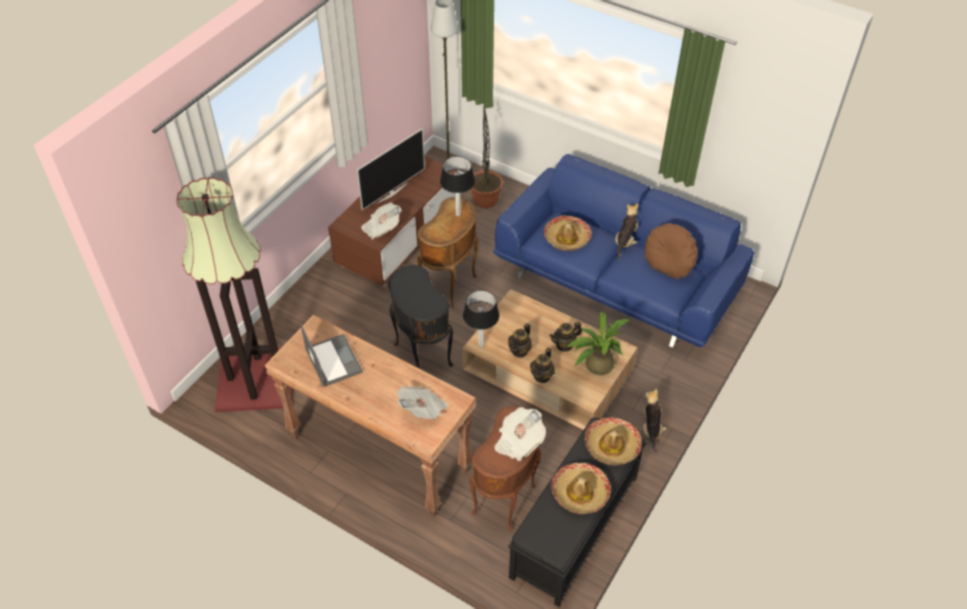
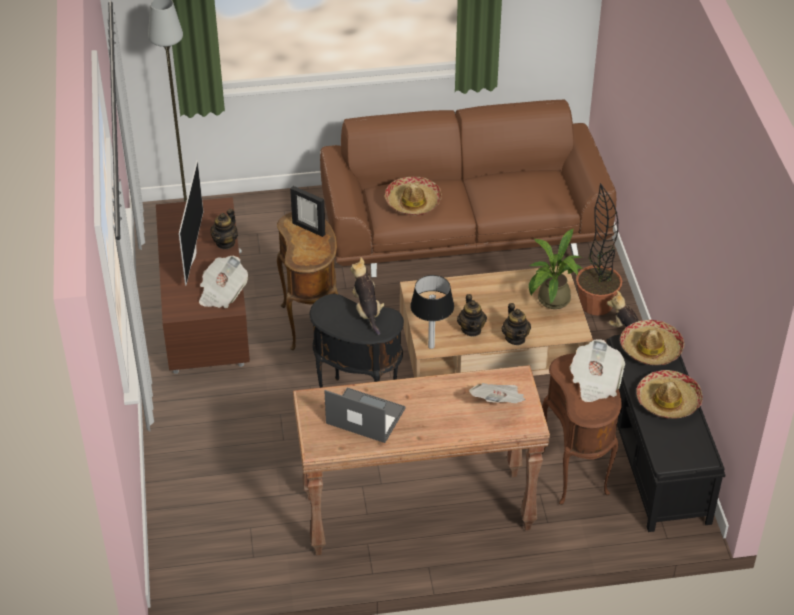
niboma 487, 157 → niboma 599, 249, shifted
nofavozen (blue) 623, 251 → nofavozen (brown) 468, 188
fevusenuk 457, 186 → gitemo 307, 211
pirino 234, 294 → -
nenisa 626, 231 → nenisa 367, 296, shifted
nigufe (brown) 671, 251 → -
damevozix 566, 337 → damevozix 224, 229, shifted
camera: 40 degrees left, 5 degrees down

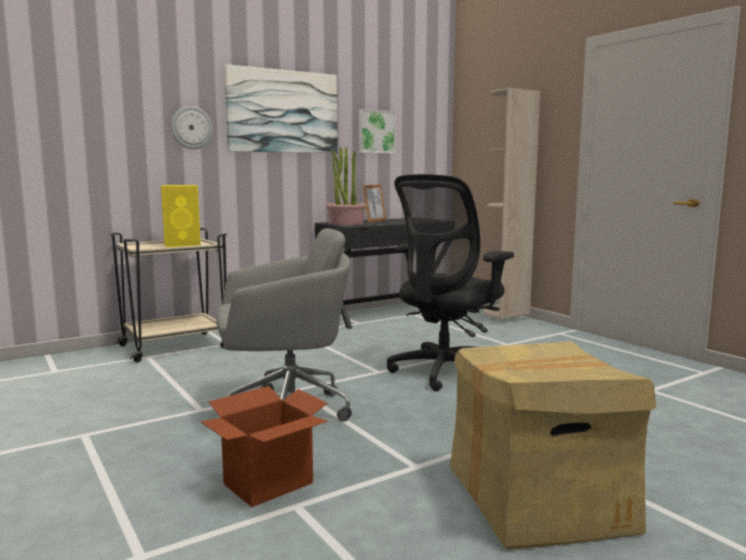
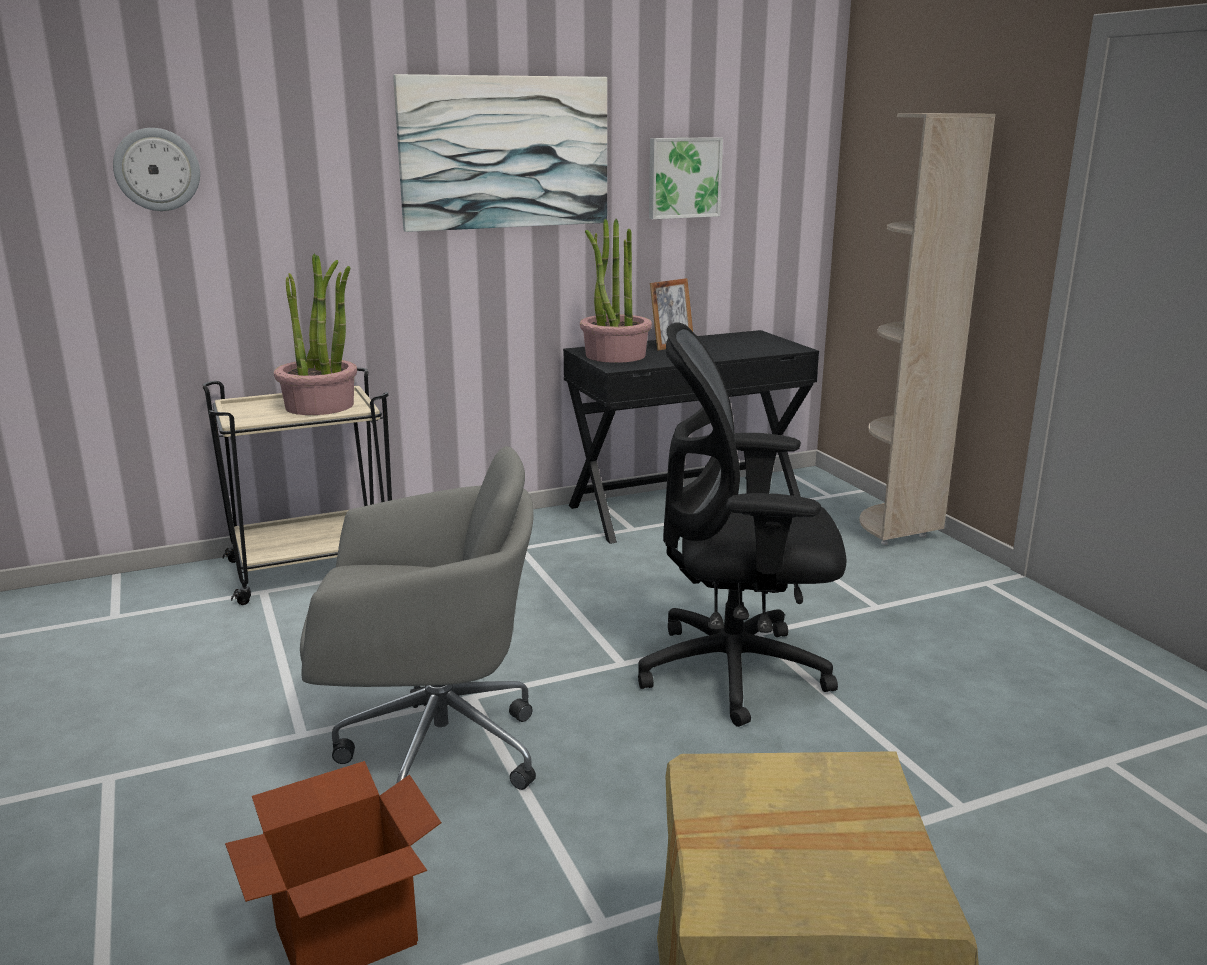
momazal 192, 127 → momazal 156, 169, shifted
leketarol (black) 450, 282 → leketarol (black) 742, 525, 45 degrees clockwise
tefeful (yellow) 181, 216 → niboma 315, 334
camera: 10 degrees right, 10 degrees up

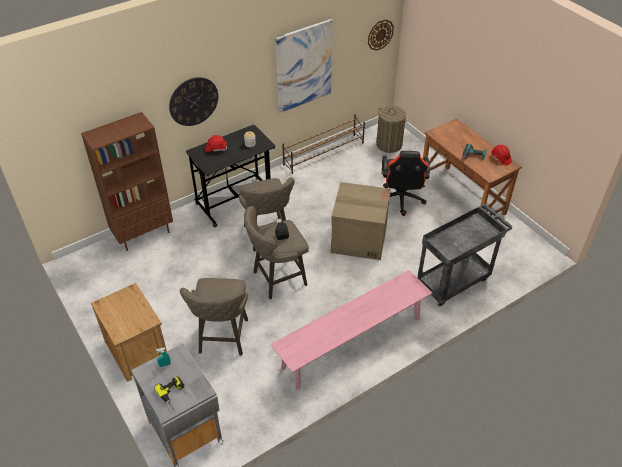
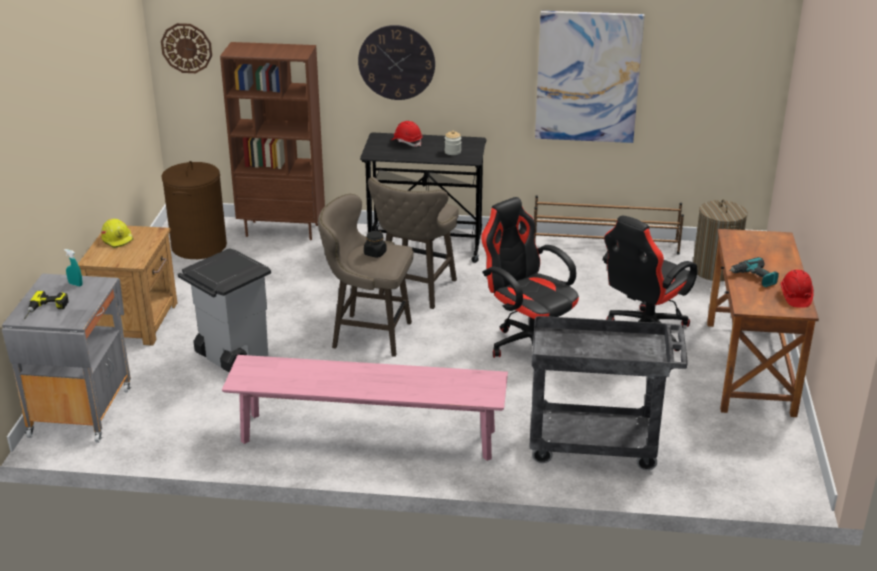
momazal 381, 35 → momazal 186, 48, shifted
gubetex 360, 221 → leketarol (black) 530, 277
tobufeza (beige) 214, 316 → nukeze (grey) 224, 310
- → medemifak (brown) 194, 210
- → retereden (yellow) 117, 233
camera: 40 degrees right, 15 degrees down

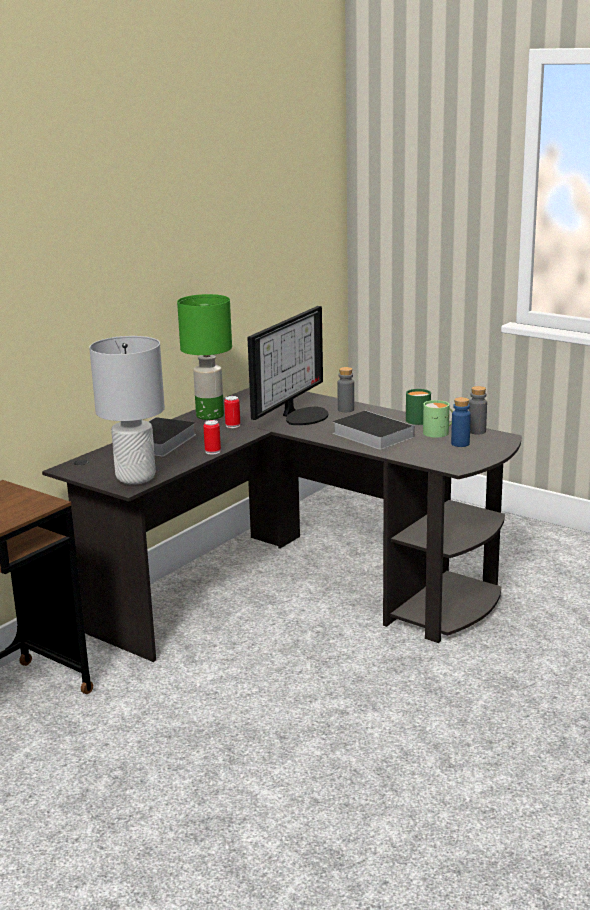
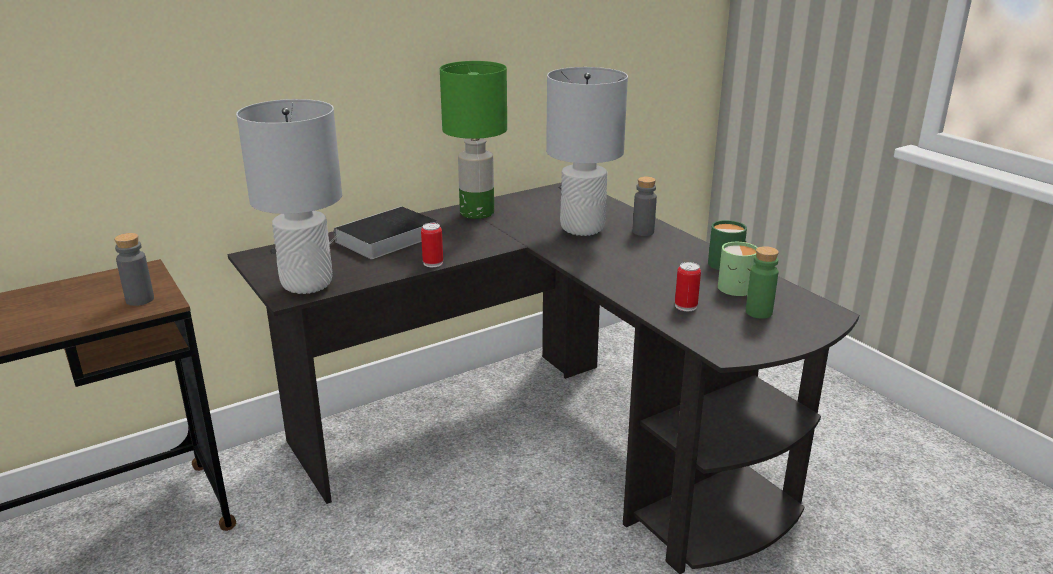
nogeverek 288, 365 → fevusenuk (grey) 587, 151
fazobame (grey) 478, 410 → fazobame (grey) 134, 269, shifted
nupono 232, 412 → nupono 688, 286, shifted
fazobame (blue) 461, 422 → fazobame (green) 762, 282
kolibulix 373, 430 → -
camera: 20 degrees right, 5 degrees up

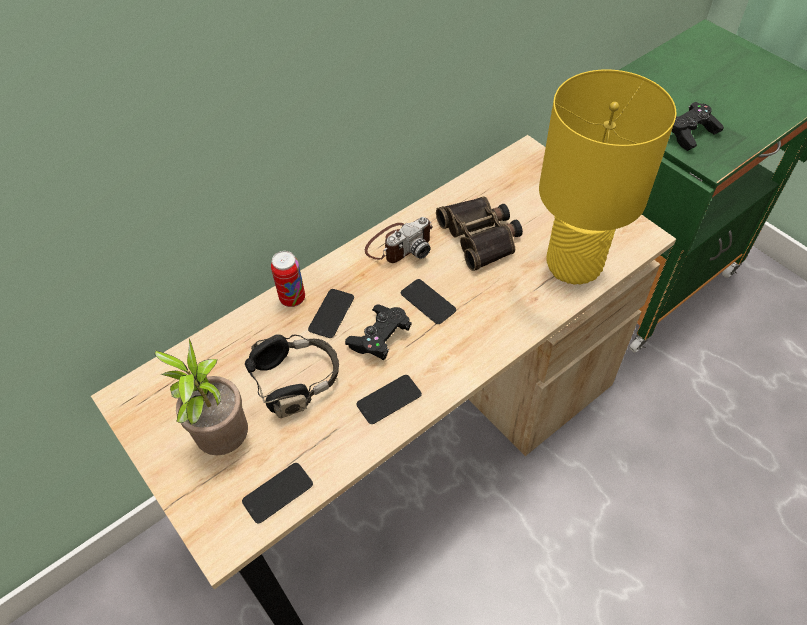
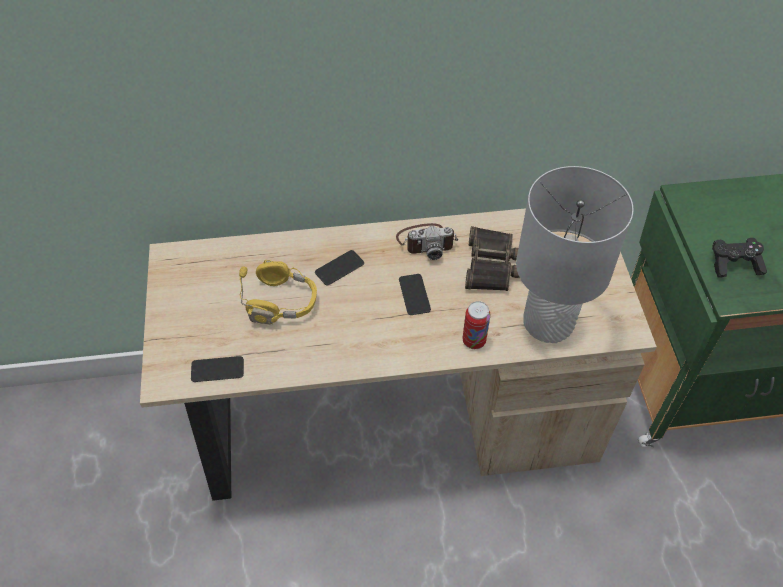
fevusenuk (yellow) 607, 177 → fevusenuk (grey) 574, 254
nupono 288, 279 → nupono 476, 325, shifted
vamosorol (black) 378, 332 → -
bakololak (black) 292, 376 → bakololak (yellow) 278, 292
niboma 201, 397 → -
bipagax 389, 399 → -
camera: 30 degrees right, 0 degrees up

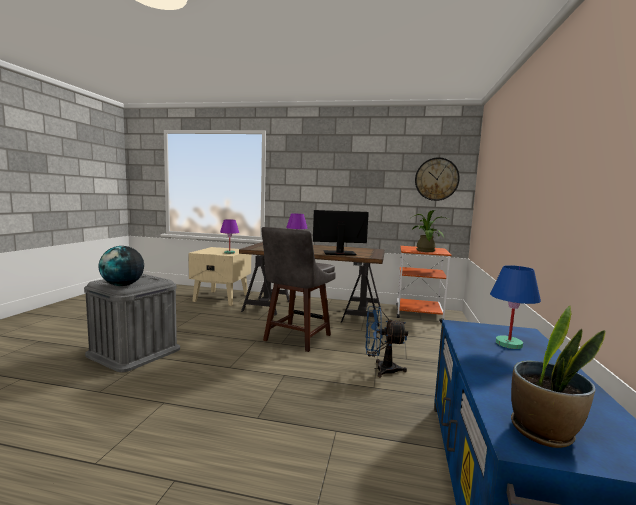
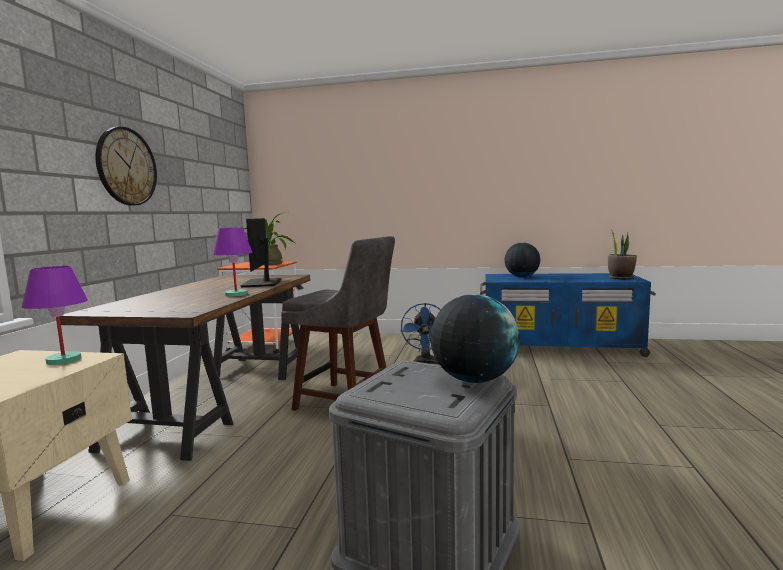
momazal 437, 179 → momazal 126, 166, shifted
fevusenuk (blue) 515, 307 → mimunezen 522, 260
camera: 90 degrees left, 0 degrees up

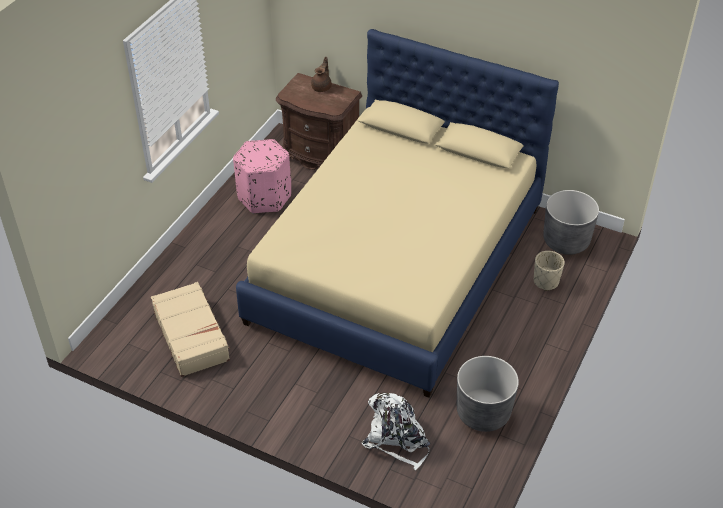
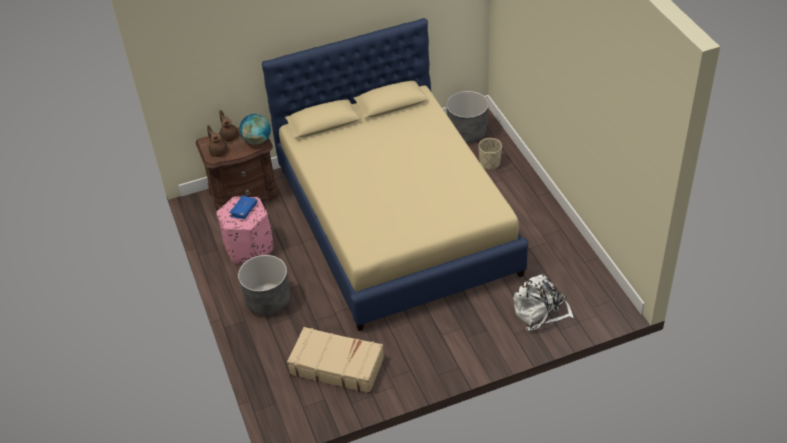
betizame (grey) 488, 394 → betizame (grey) 264, 285, shifted
- → mimunezen 255, 129
- → damevozix (brown) 217, 141
- → kolibulix (blue) 243, 207
camera: 45 degrees left, 0 degrees up

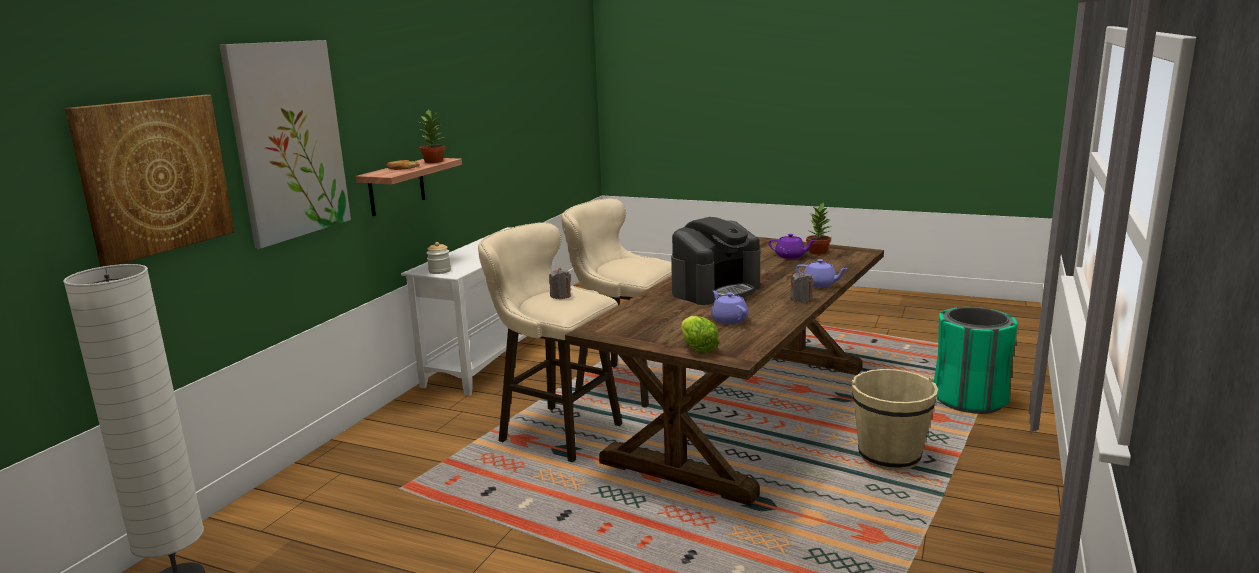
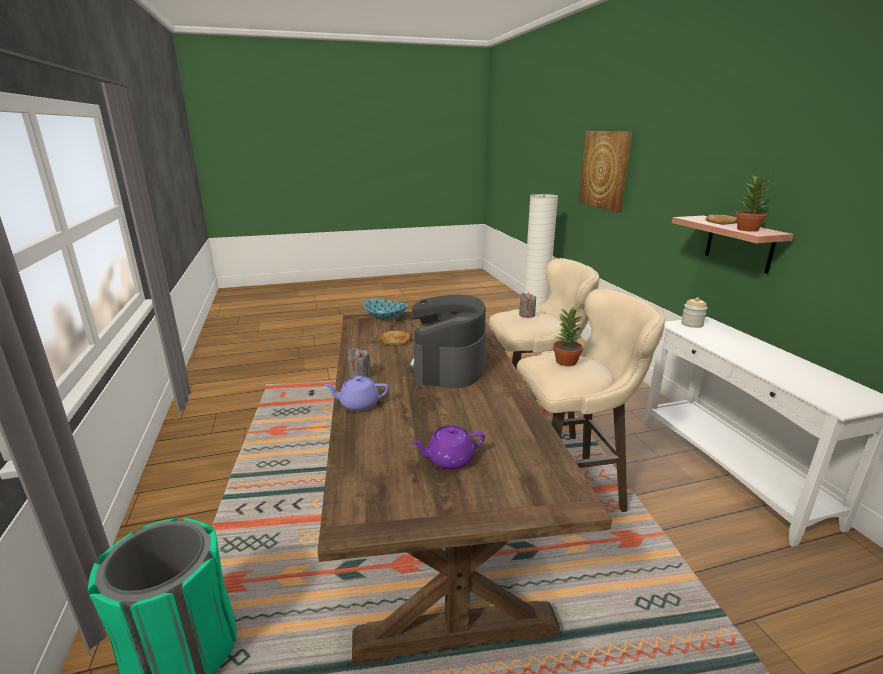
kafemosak 285, 144 → -
niboma 818, 228 → niboma 568, 335, shifted
damevozix (purple) 730, 308 → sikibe 394, 338
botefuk 700, 334 → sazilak 385, 310
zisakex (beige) 894, 419 → -
camera: 140 degrees right, 5 degrees up

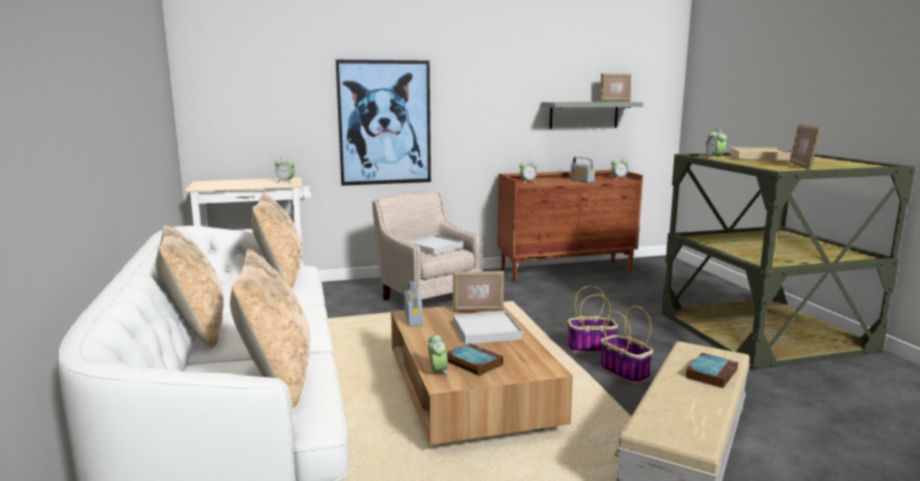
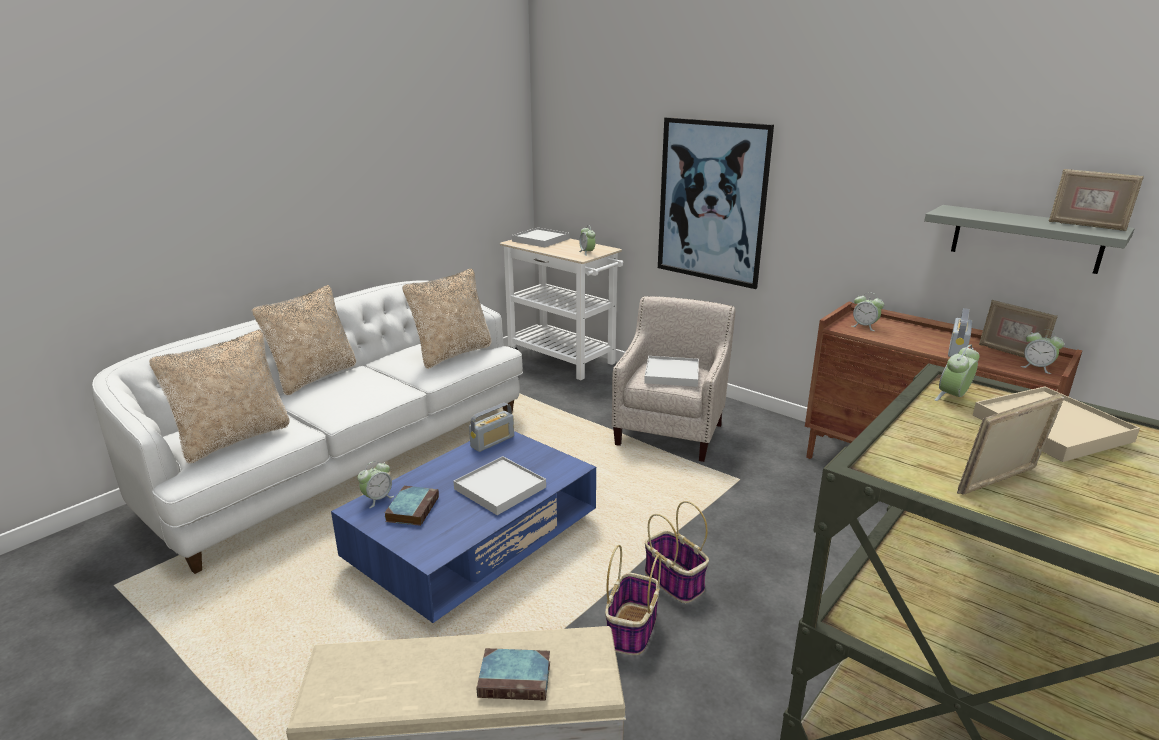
gitemo 478, 291 → gitemo 1018, 329, shifted
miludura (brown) 482, 375 → miludura (blue) 463, 527
- → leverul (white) 541, 237
camera: 55 degrees right, 10 degrees up

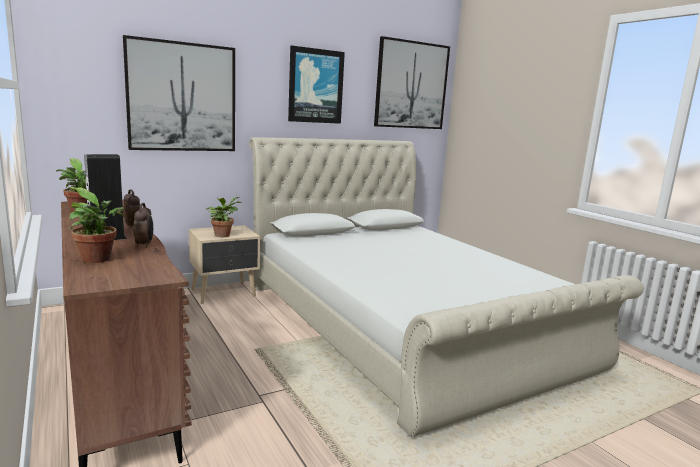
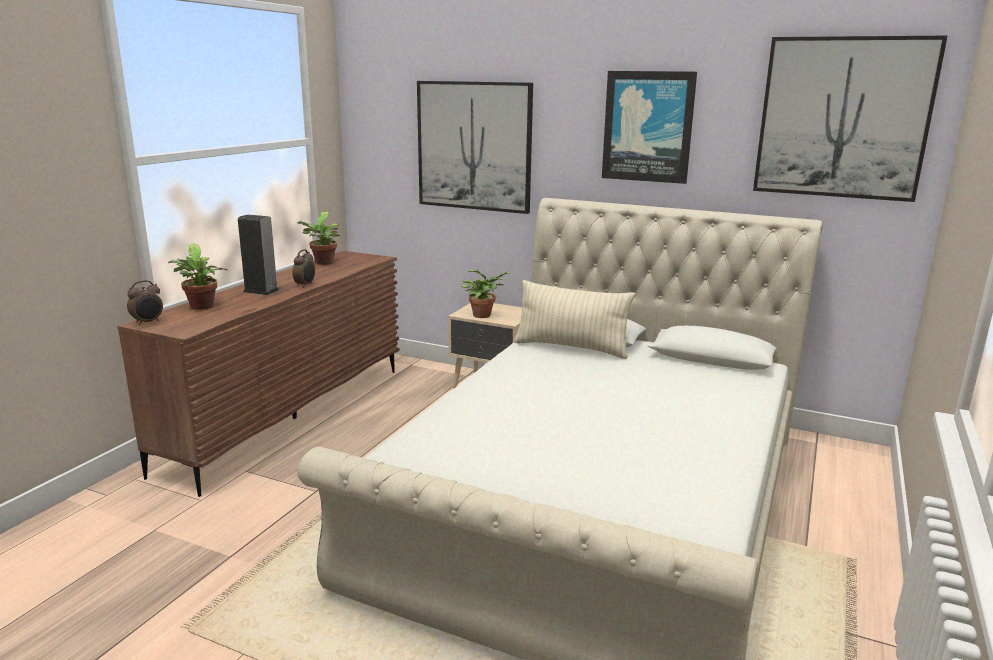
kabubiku 143, 225 → kabubiku 145, 302, shifted
- → nigufe (beige) 574, 319
camera: 55 degrees right, 5 degrees up

